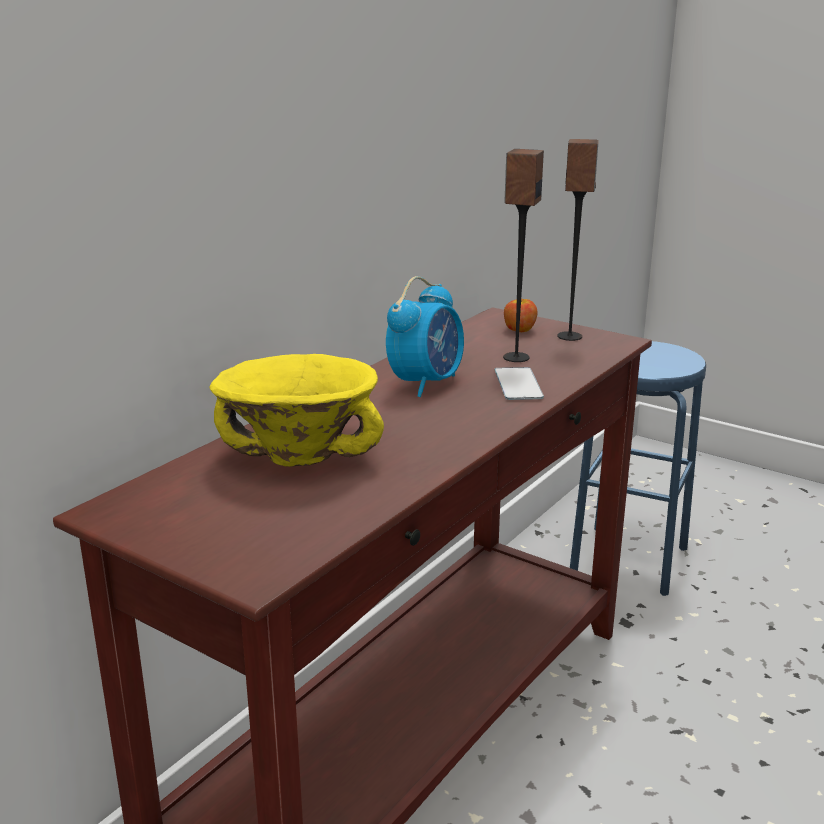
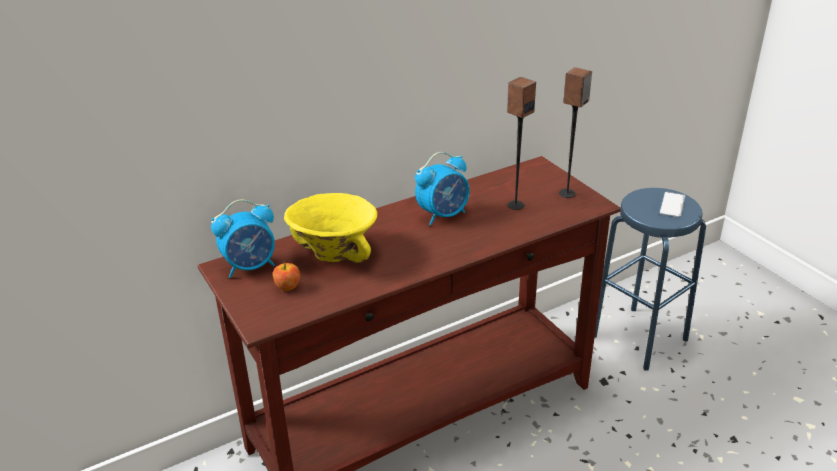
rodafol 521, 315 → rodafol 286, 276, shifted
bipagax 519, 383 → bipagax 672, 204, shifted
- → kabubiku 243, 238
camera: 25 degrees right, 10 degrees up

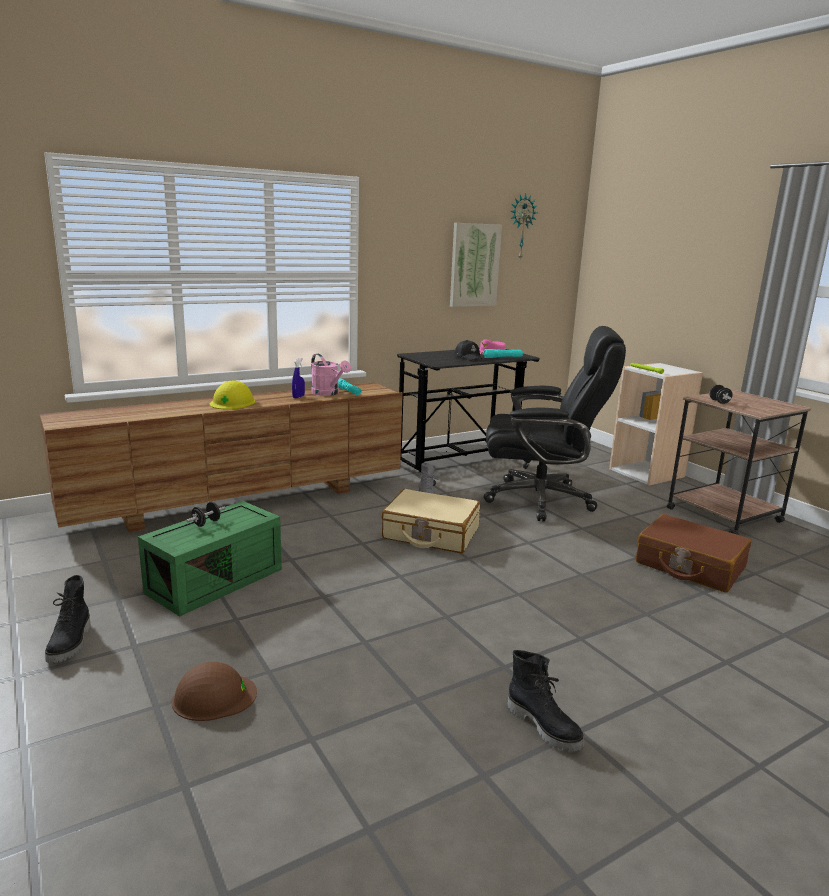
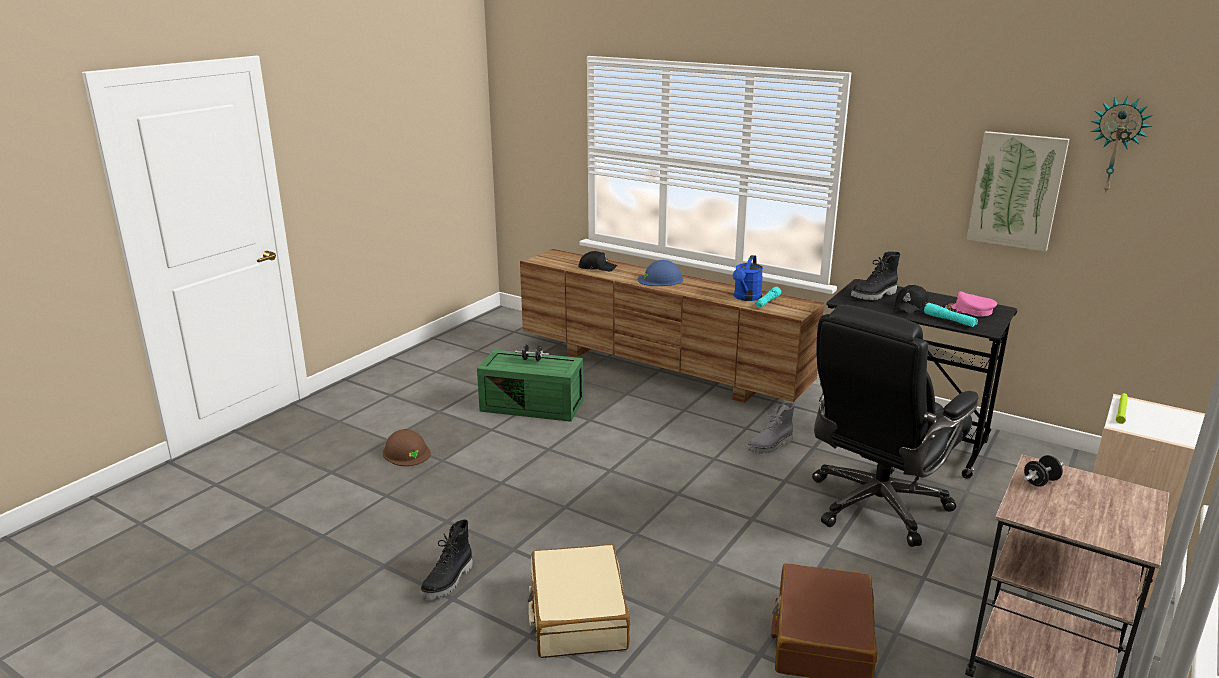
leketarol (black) 555, 424 → leketarol (black) 895, 426, 60 degrees clockwise
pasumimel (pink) 331, 375 → pasumimel (blue) 748, 278
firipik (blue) 298, 378 → -
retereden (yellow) 232, 394 → retereden (blue) 660, 273
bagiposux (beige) 431, 521 → bagiposux (beige) 578, 601, shifted
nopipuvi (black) 68, 619 → nopipuvi (black) 875, 275, shifted
- → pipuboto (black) 598, 261
camera: 65 degrees right, 5 degrees up

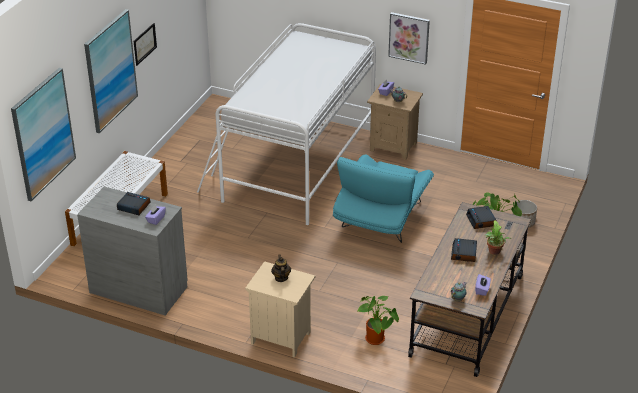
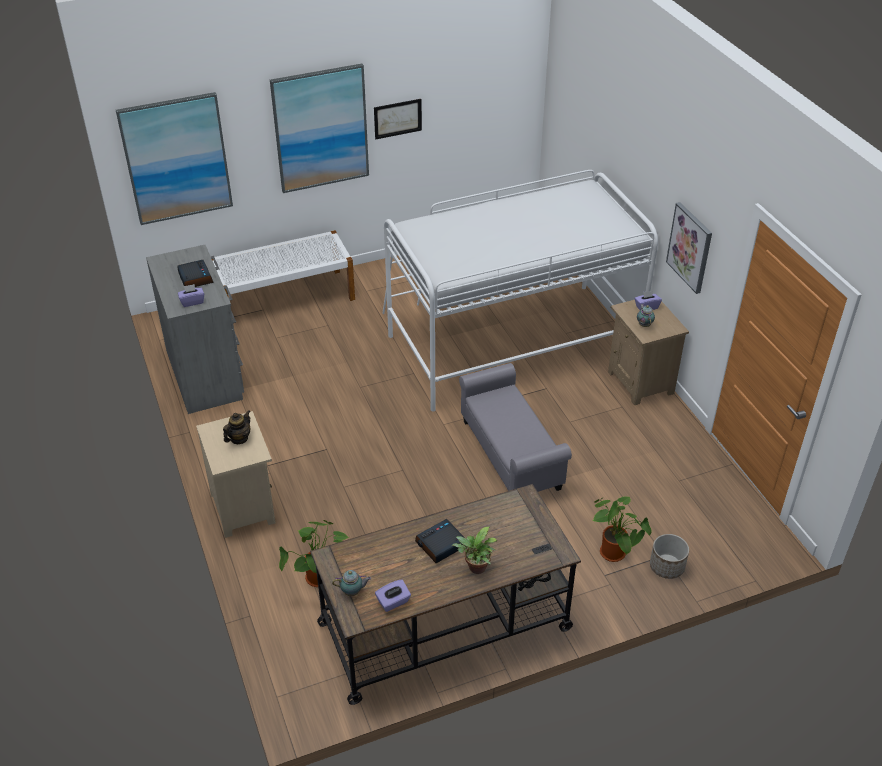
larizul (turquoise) 383, 199 → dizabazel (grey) 515, 427
kabubiku 481, 217 → -
camera: 45 degrees right, 5 degrees up

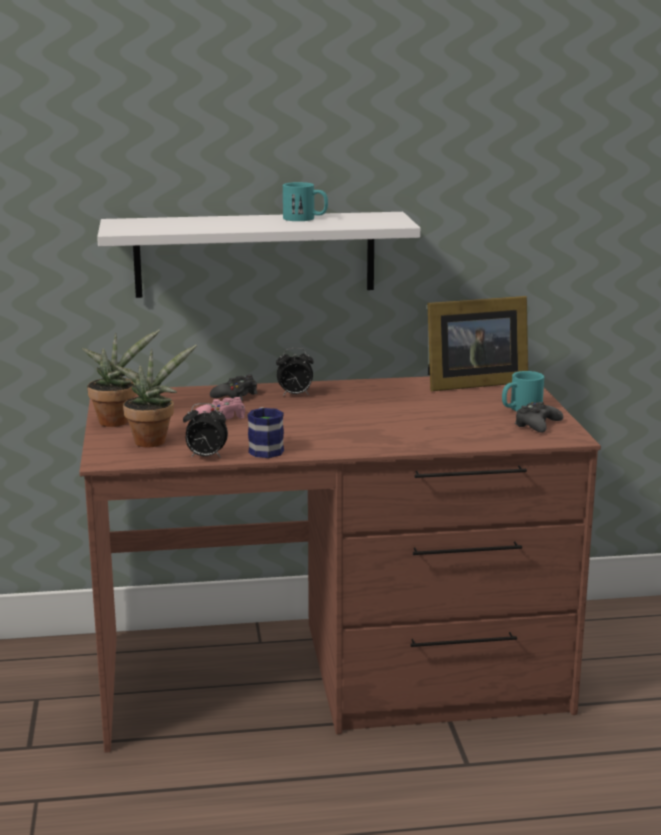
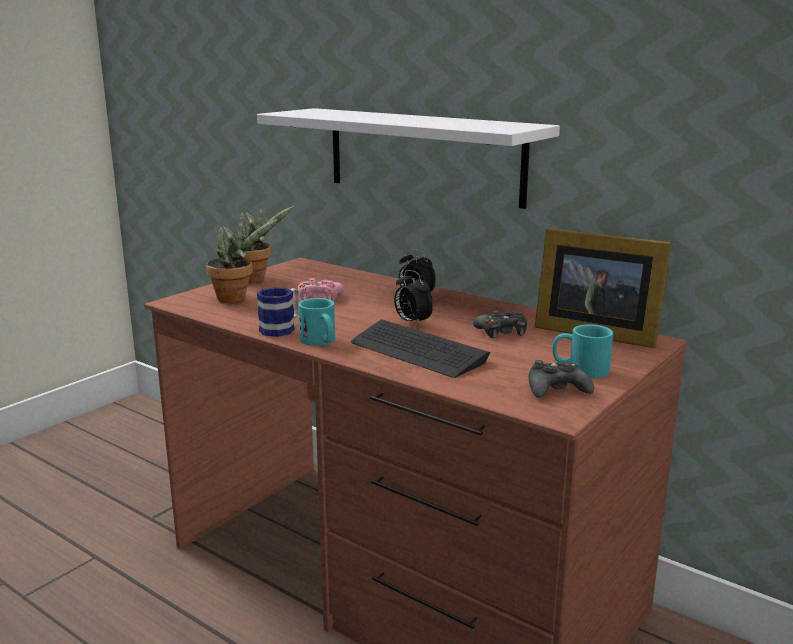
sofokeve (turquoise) 305, 201 → sofokeve (turquoise) 316, 322, shifted
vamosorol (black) 233, 387 → vamosorol (black) 500, 324, shifted
kabubiku 205, 430 → kabubiku 413, 298, shifted
- → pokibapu 420, 348
camera: 45 degrees right, 0 degrees up

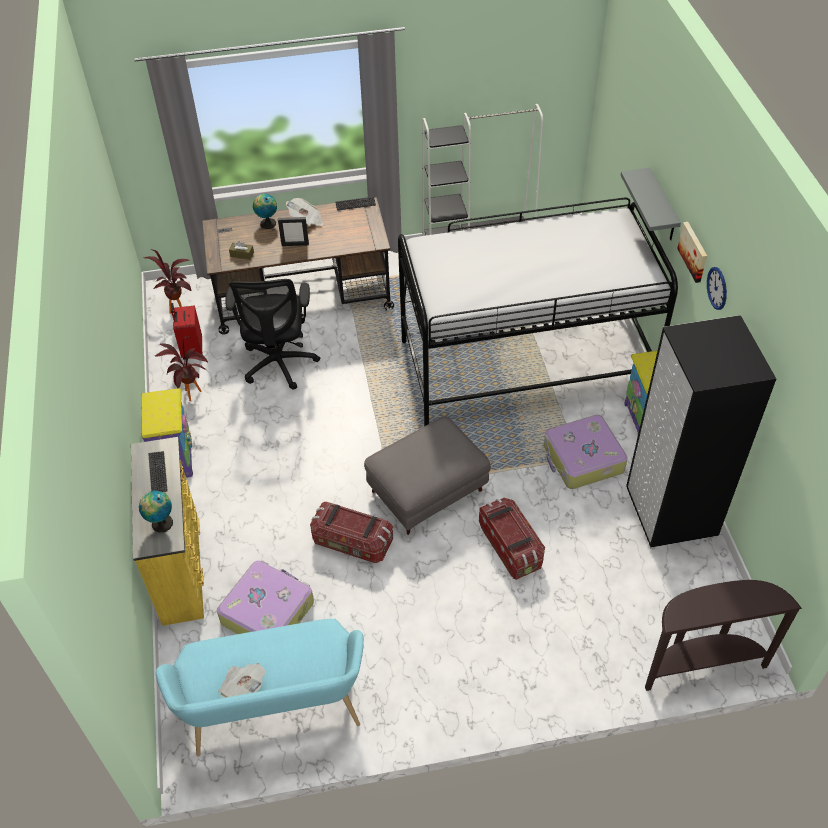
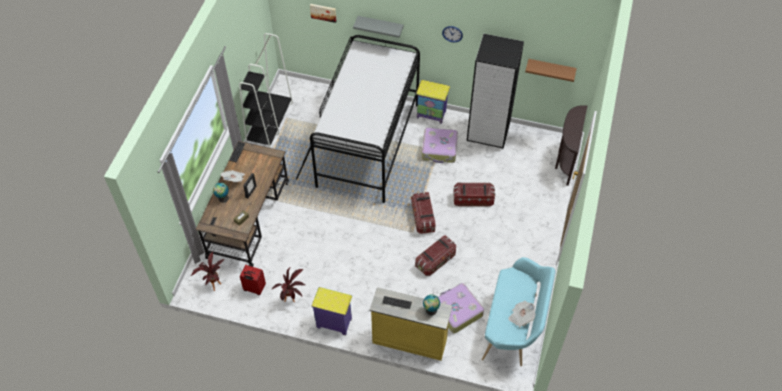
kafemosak 692, 252 → kafemosak 323, 13, shifted
leketarol (black) 273, 334 → -
dizabazel (grey) 427, 475 → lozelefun 423, 213
- → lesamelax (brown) 551, 70
camera: 65 degrees left, 5 degrees up

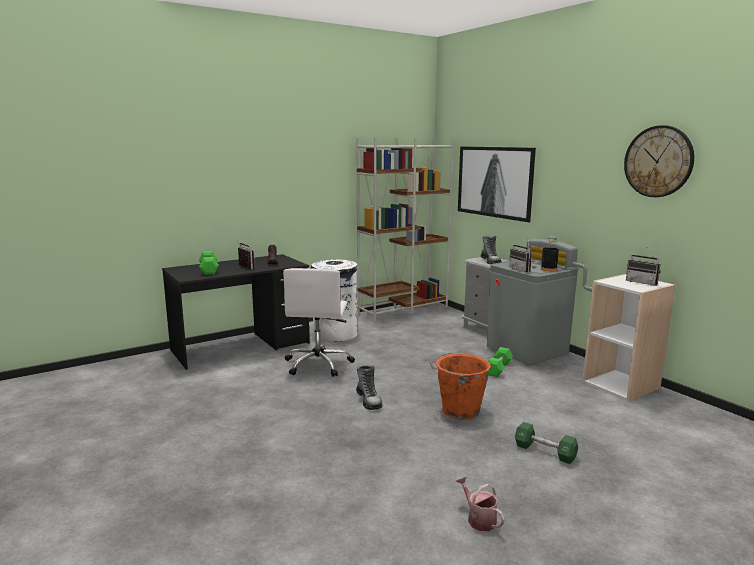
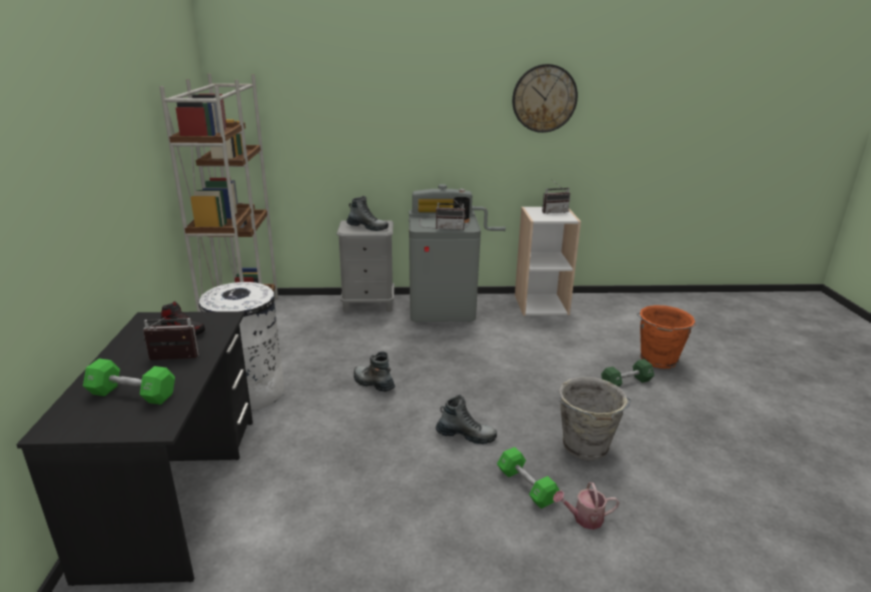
kafemosak 497, 184 → -
leketarol (white) 319, 322 → -
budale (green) 500, 362 → budale (green) 528, 478, shifted
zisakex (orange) 460, 386 → zisakex (orange) 666, 337, shifted
pasumimel 480, 503 → pasumimel 586, 506, shifted
- → nopipuvi 374, 372
- → zisakex (grey) 595, 419
camera: 60 degrees left, 10 degrees up

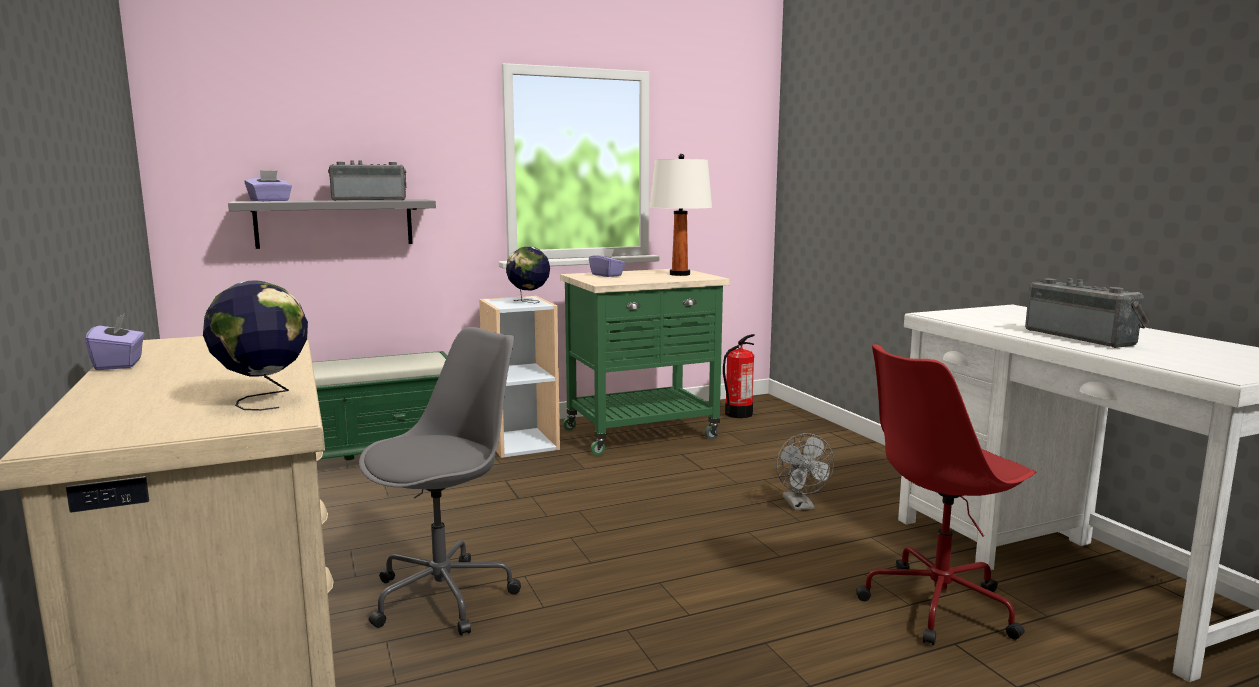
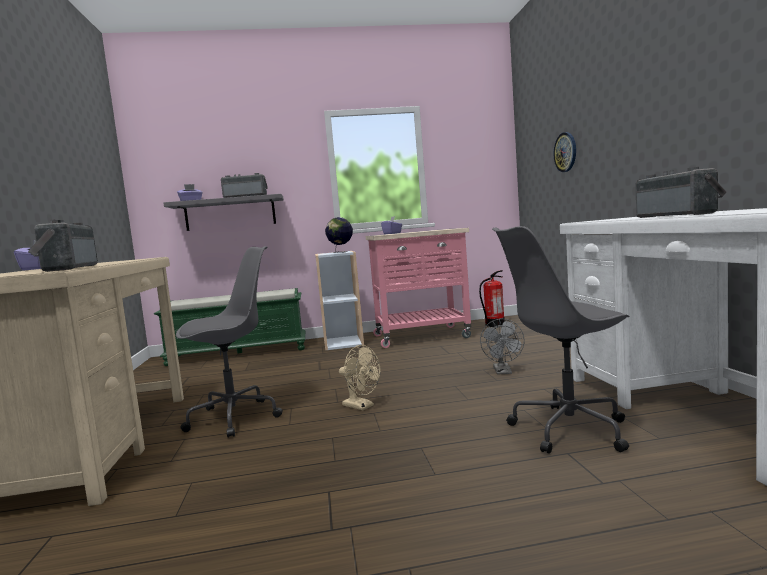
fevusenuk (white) 681, 215 → -
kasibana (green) 645, 362 → kasibana (pink) 418, 288
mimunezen 255, 345 → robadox 63, 245
leketarol (red) 946, 494 → leketarol (grey) 561, 340
- → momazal 565, 152
- → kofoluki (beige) 359, 377
camera: 15 degrees right, 5 degrees down

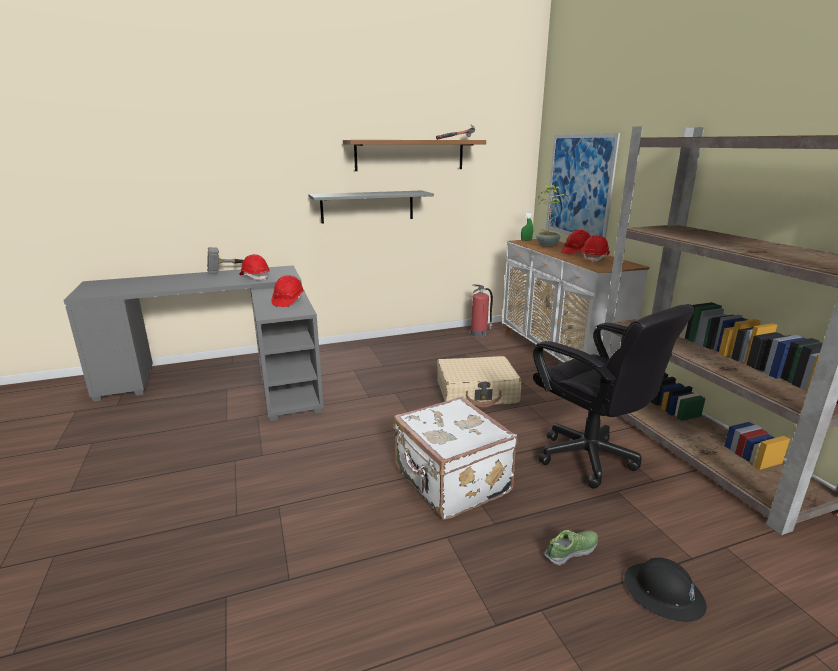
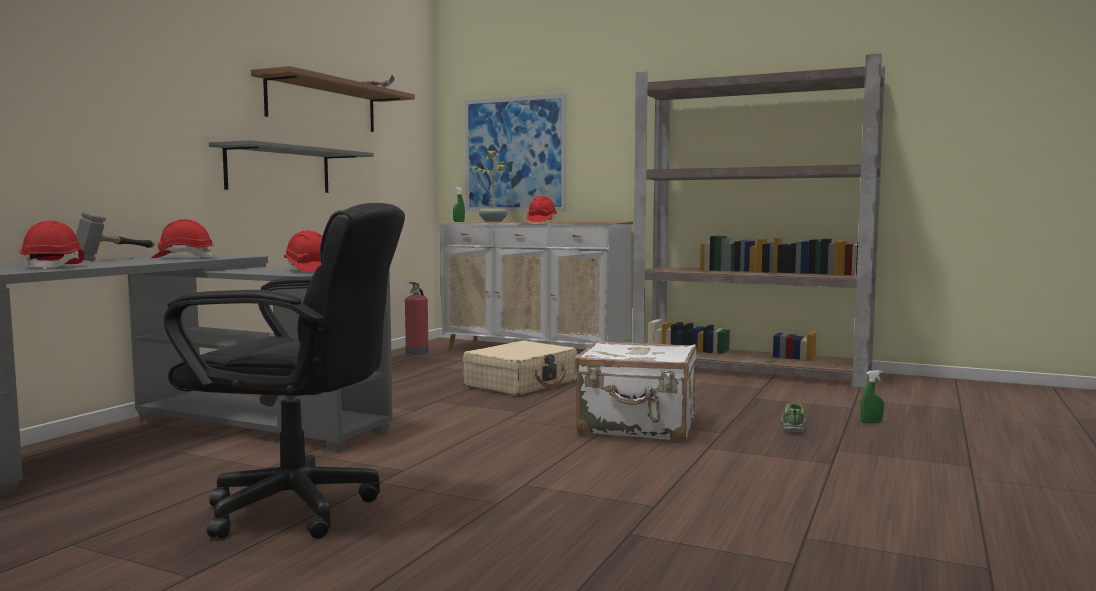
retereden (red) 595, 248 → retereden (red) 52, 245, shifted
leketarol (black) 614, 396 → leketarol (black) 284, 371, shifted
retereden (black) 665, 590 → firipik (green) 872, 396
camera: 45 degrees left, 15 degrees down

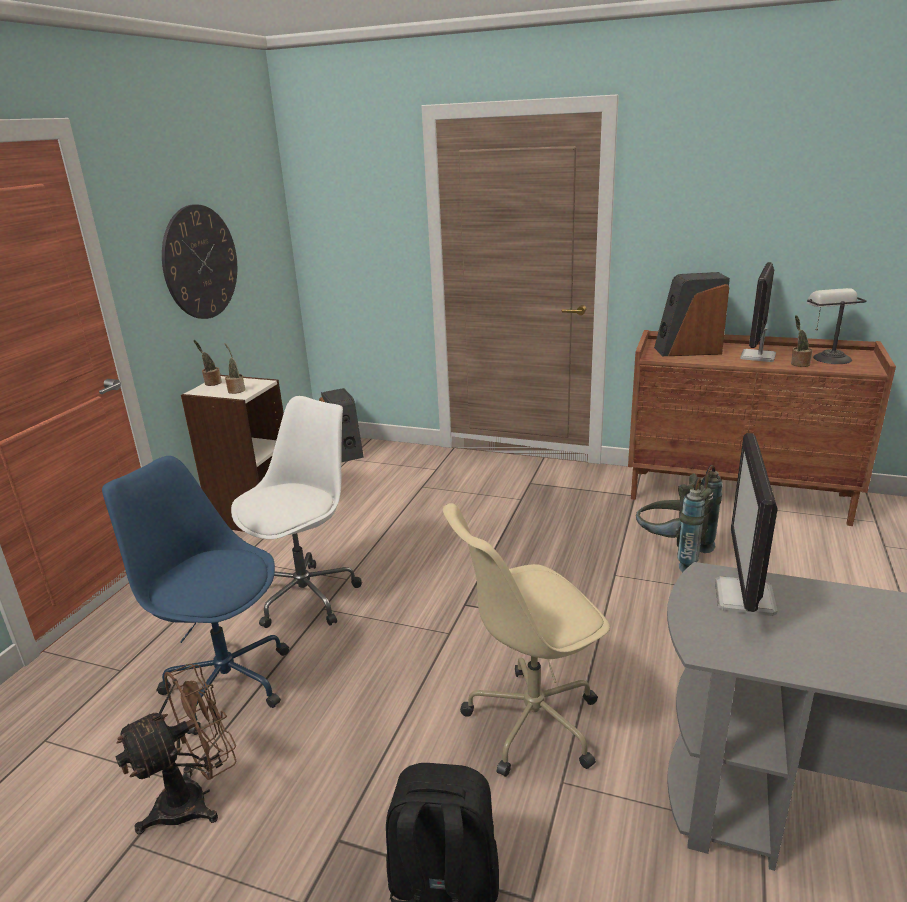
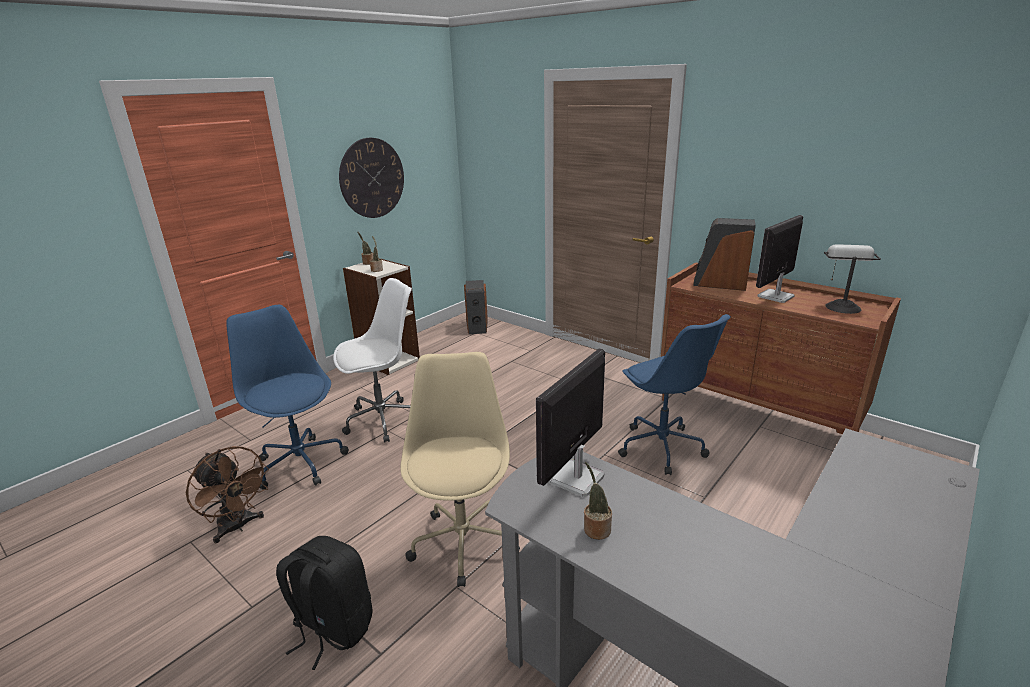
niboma 802, 341 → niboma 598, 501, shifted
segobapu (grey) 679, 518 → leketarol (blue) 674, 394
leketarol (beige) 526, 640 → leketarol (beige) 460, 469, 90 degrees clockwise
kofoluki (brown) 175, 749 → kofoluki (brown) 227, 494, 60 degrees clockwise
camera: 20 degrees right, 0 degrees up

